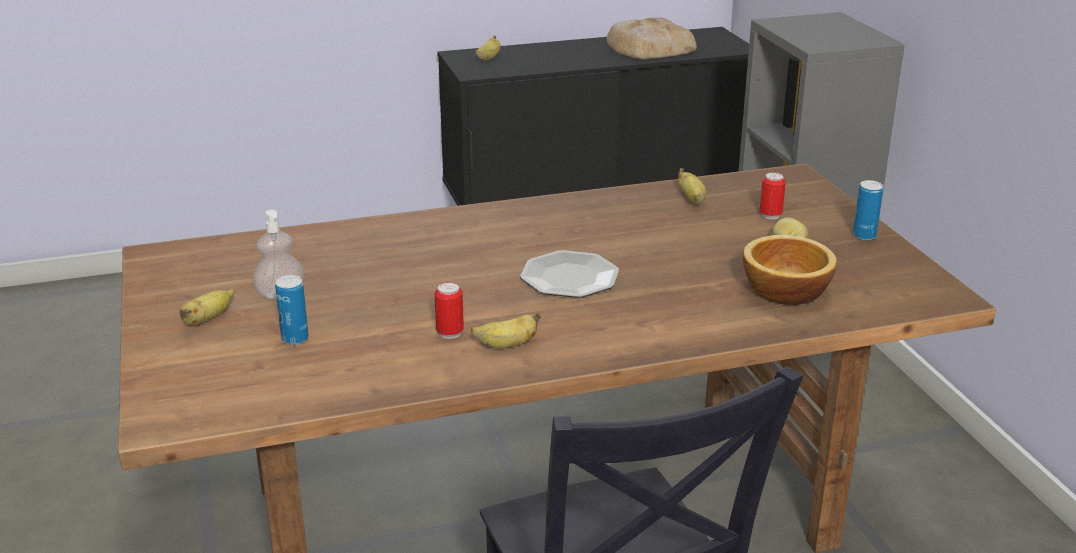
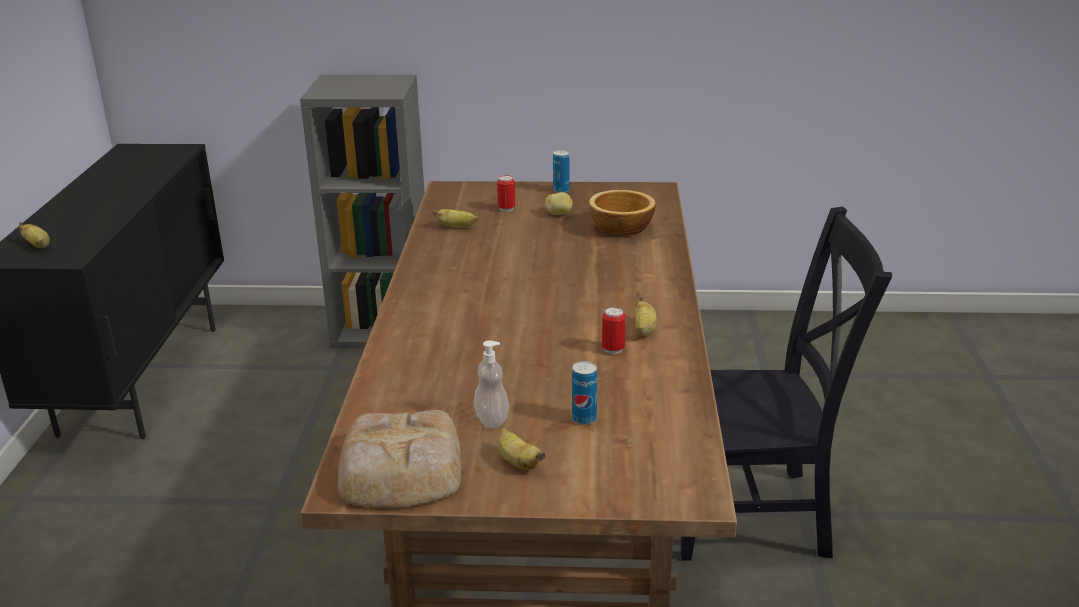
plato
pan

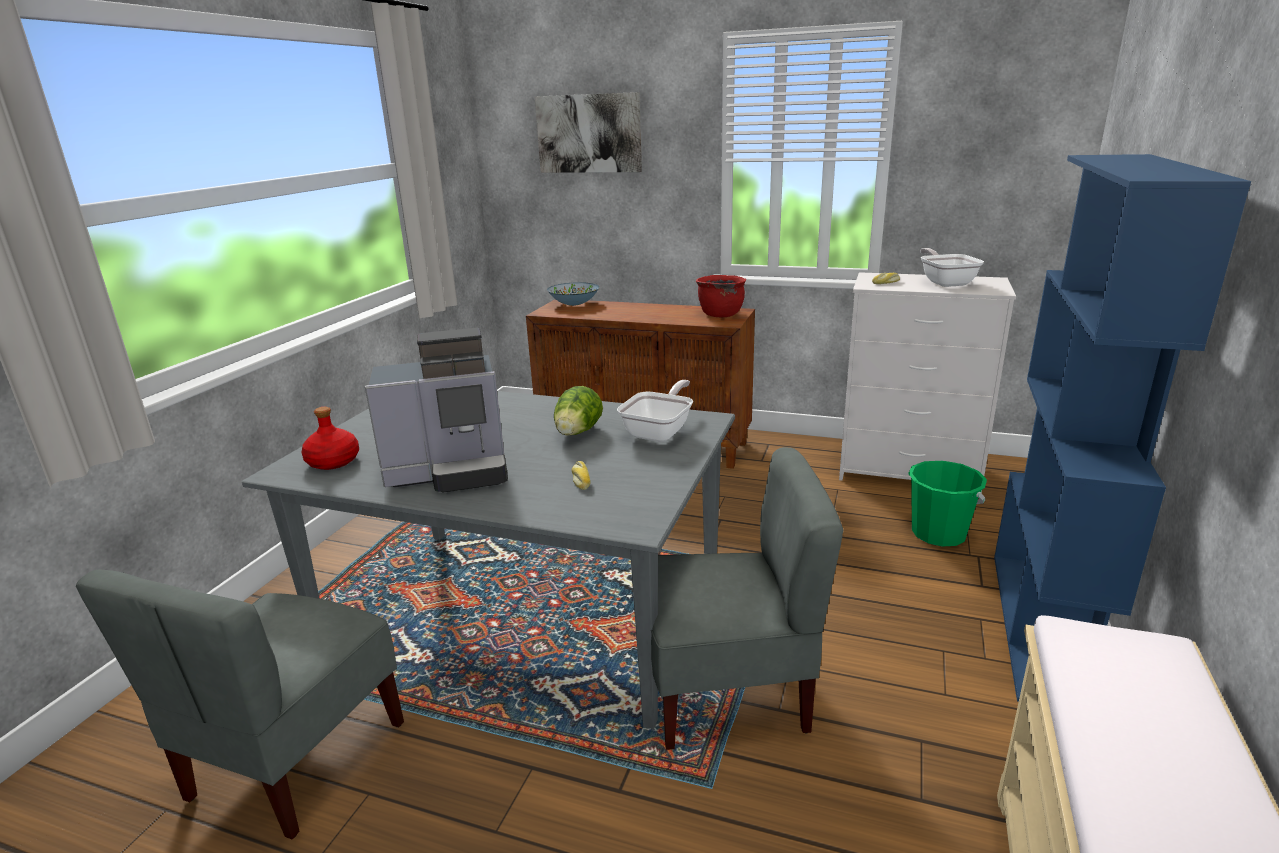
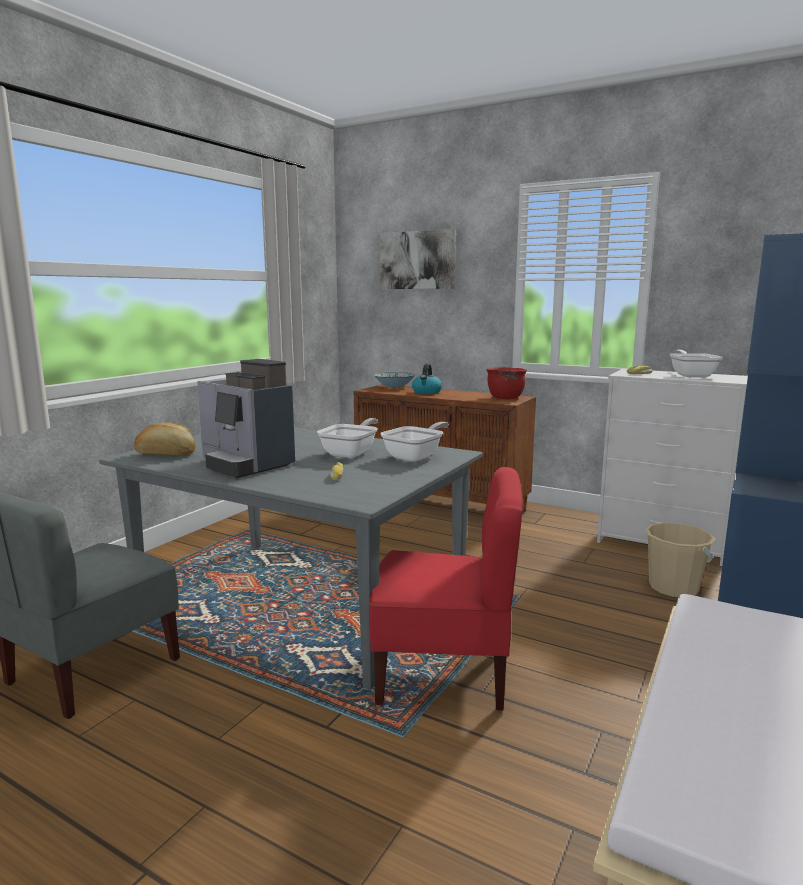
pan (1st from left)
cafetera
sartén (1st from left)
silla [rojo]
cubo [beis]
hervidor

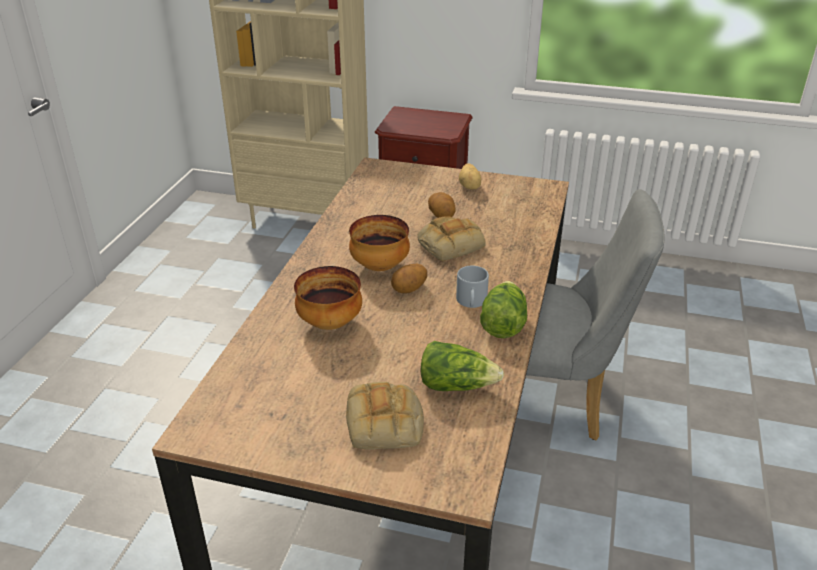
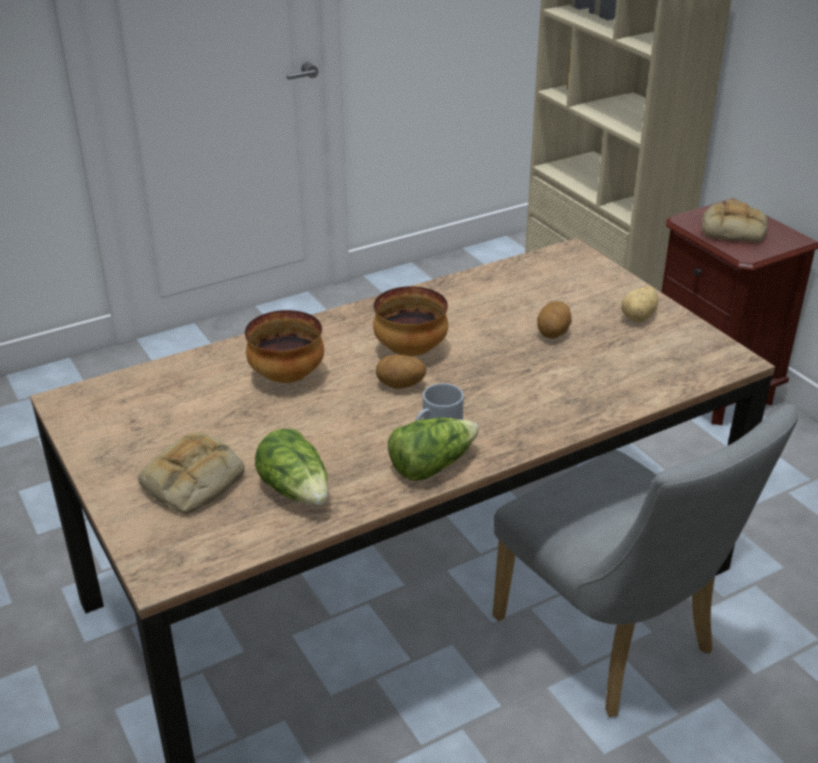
pan (2nd from left)

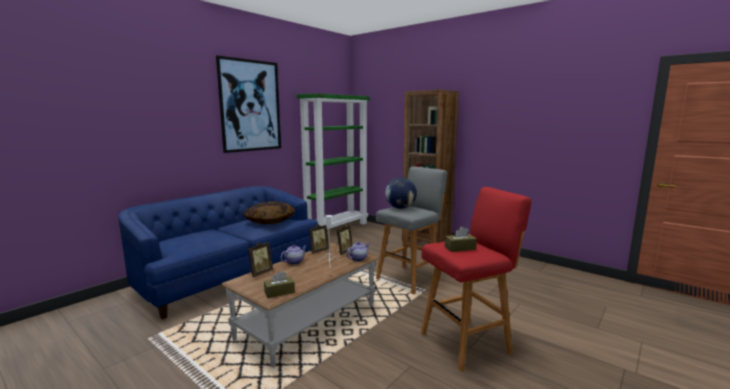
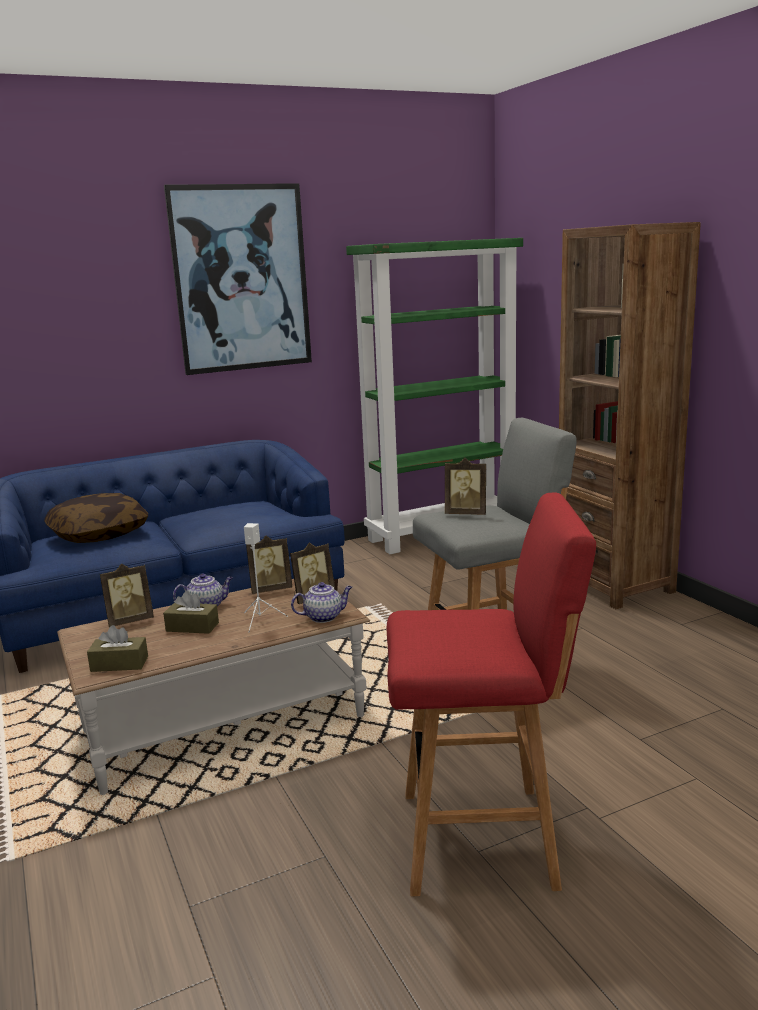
cojín
portarretratos (4th from left)
caja de pañuelos [marrón] (2nd from left)

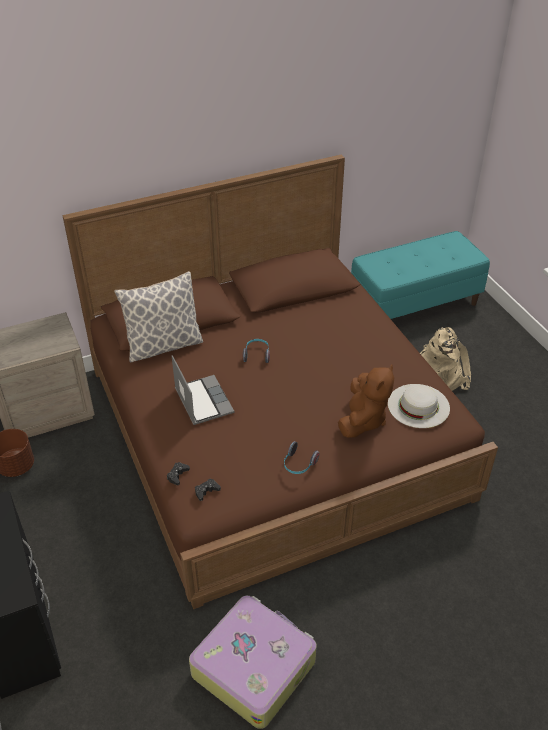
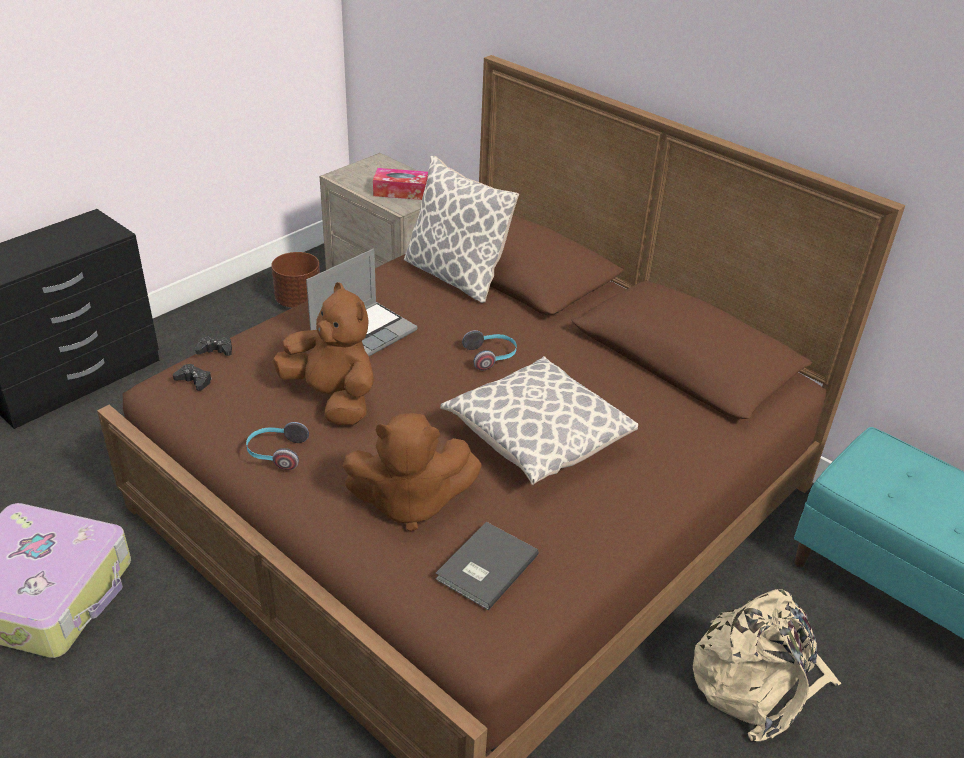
libro [gris]
peluche [marrón] (1st from left)
caja de pañuelos
cojín (2nd from left)

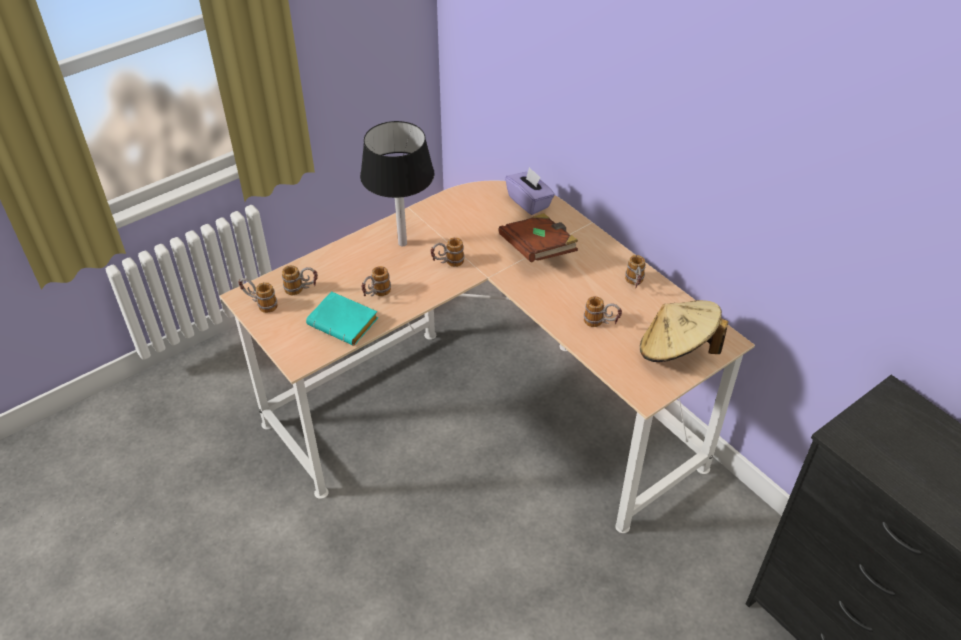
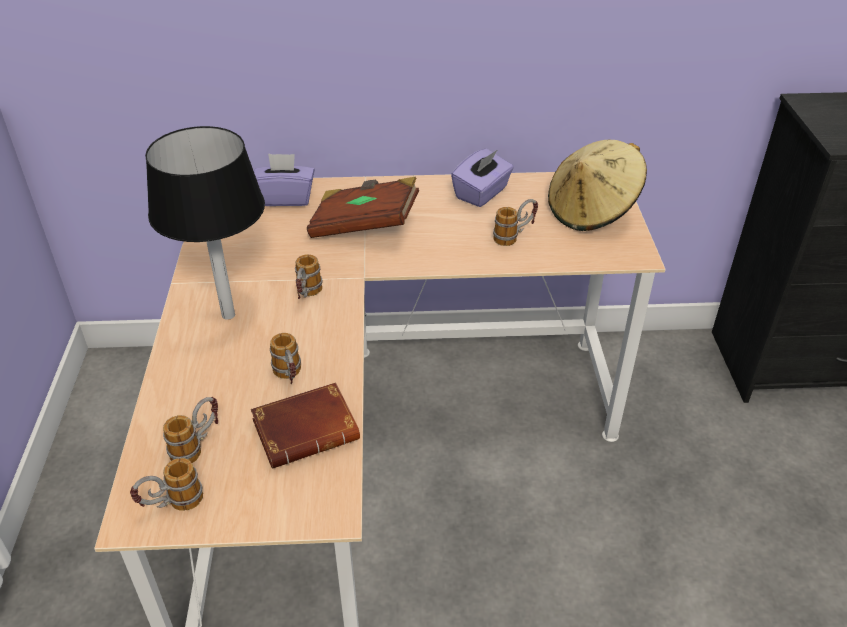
libro [marrón] (1st from left)
caja de pañuelos [morado] (2nd from left)

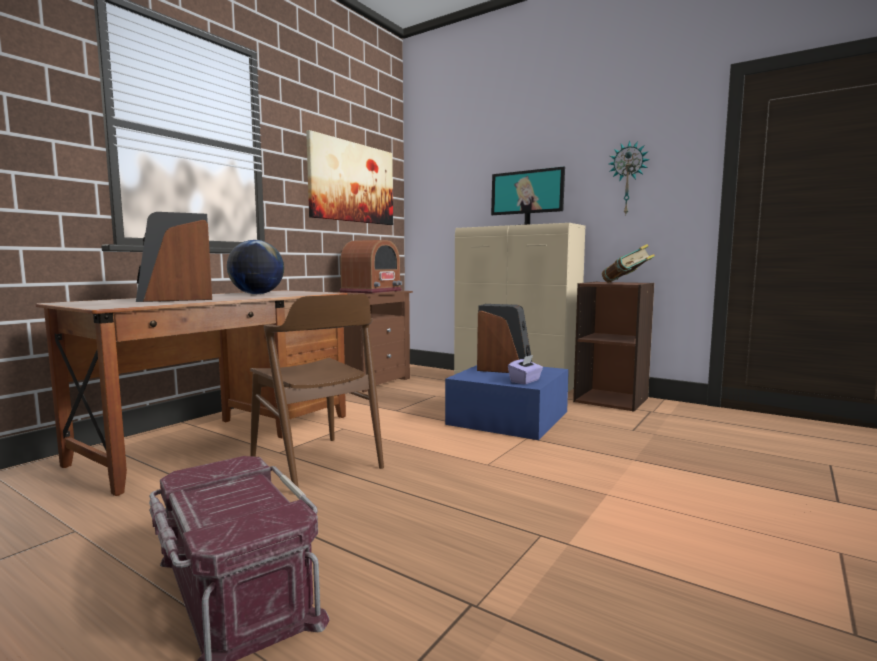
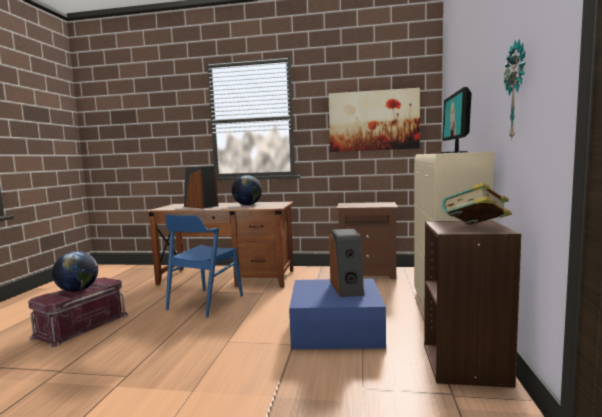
silla [azul]
radio
caja de pañuelos [morado]
globo terráqueo (1st from left)

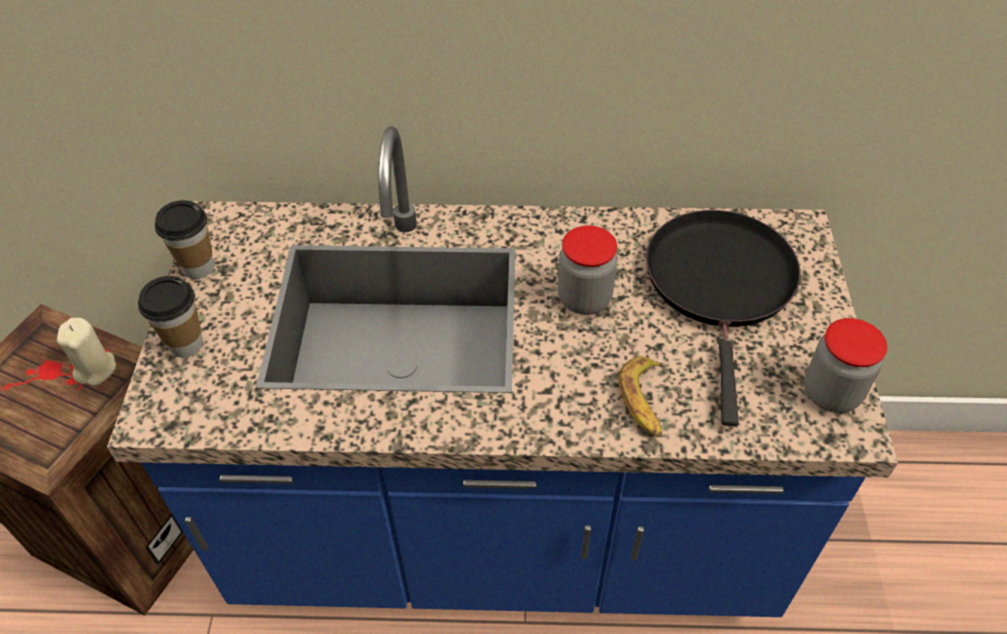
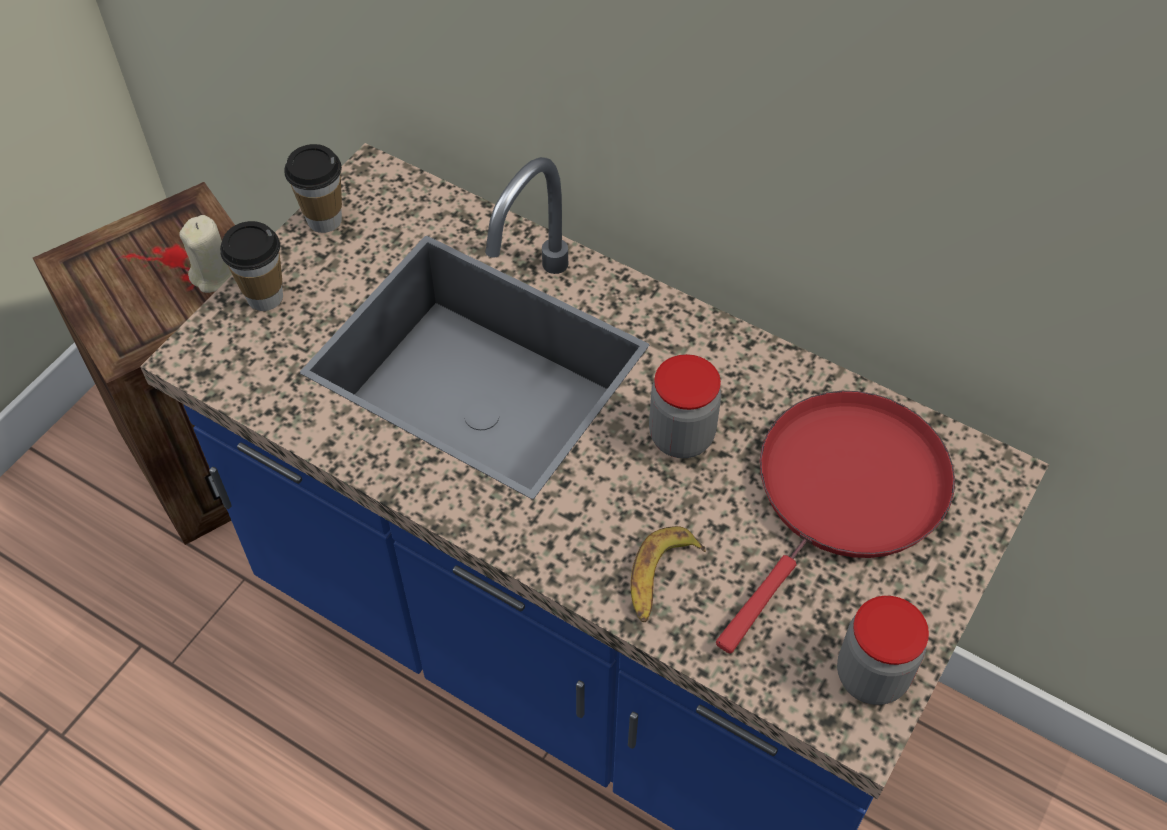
sartén [rojo]

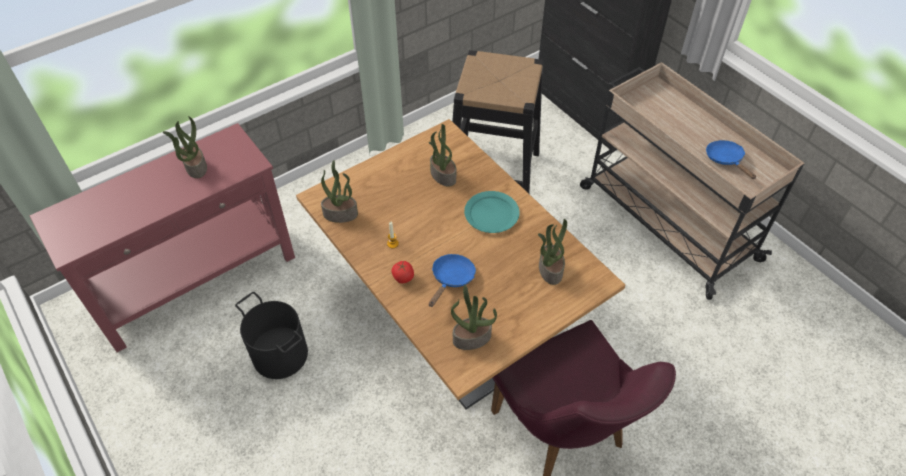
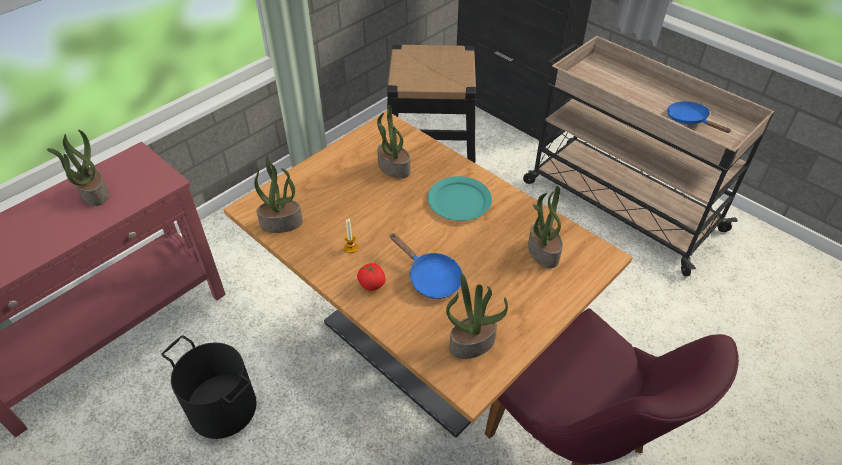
sartén [azul] (1st from left)

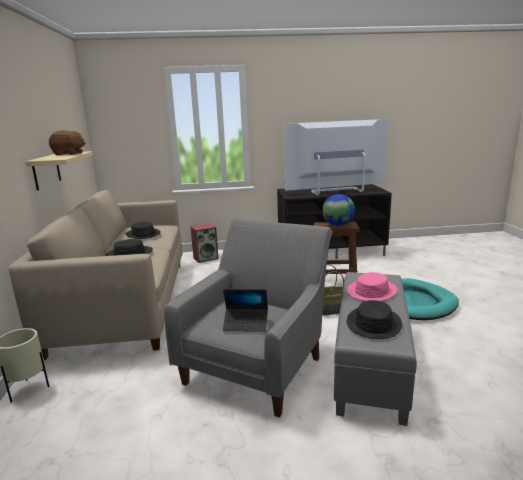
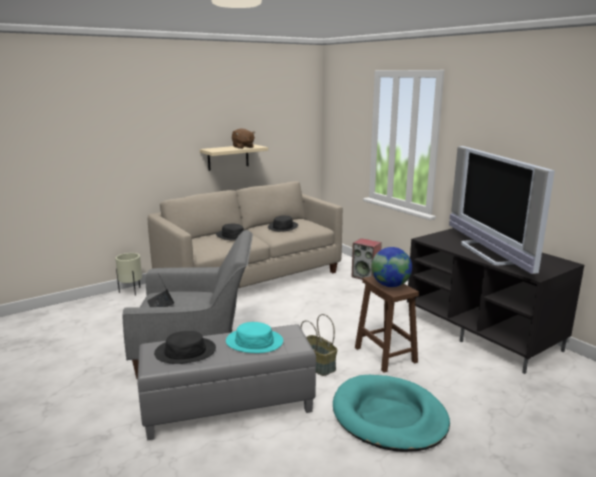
televisor
sombrero [turquesa]

